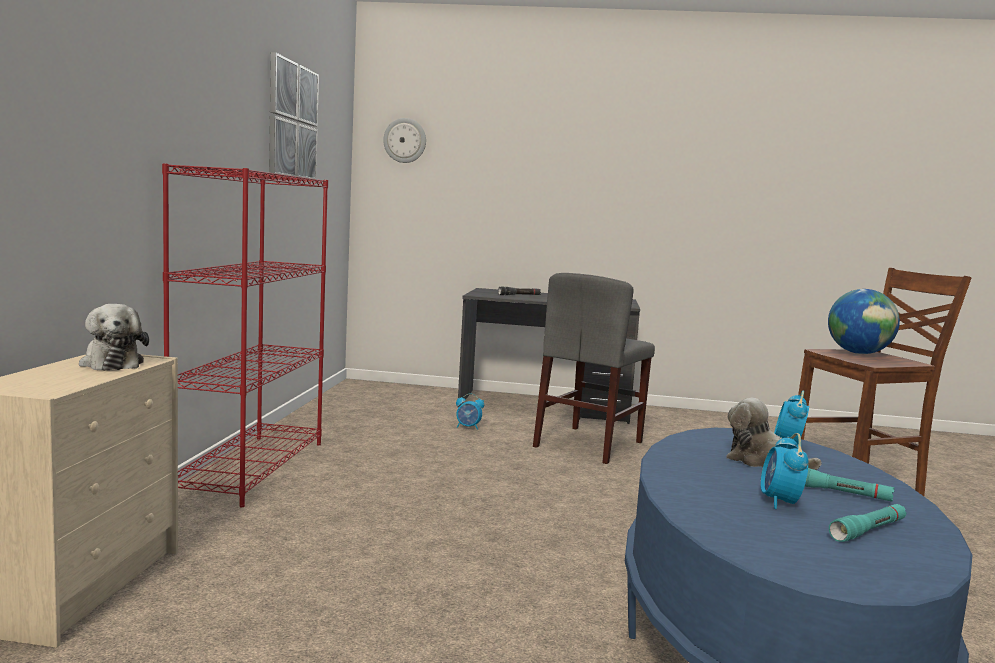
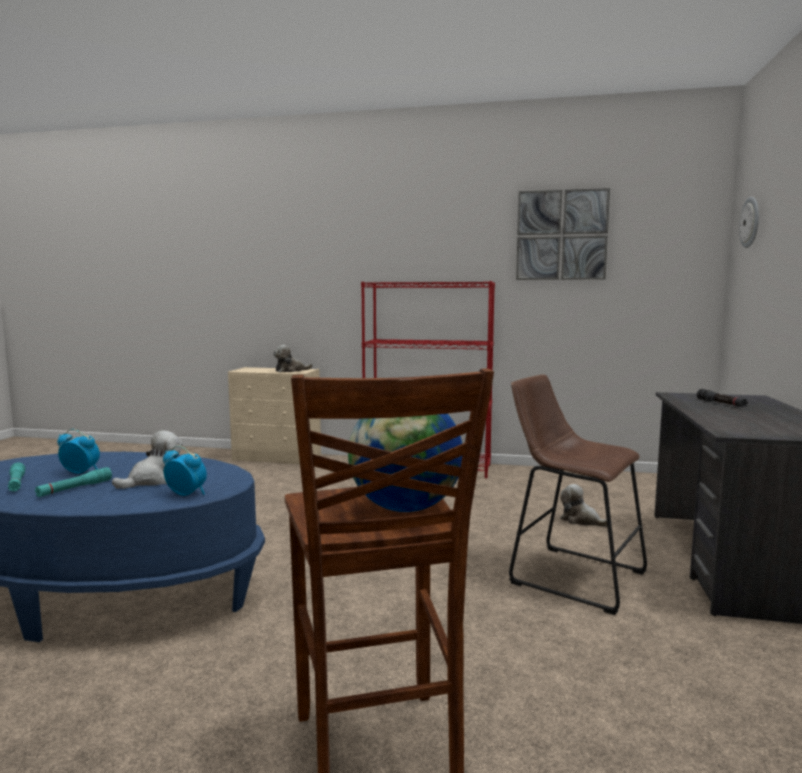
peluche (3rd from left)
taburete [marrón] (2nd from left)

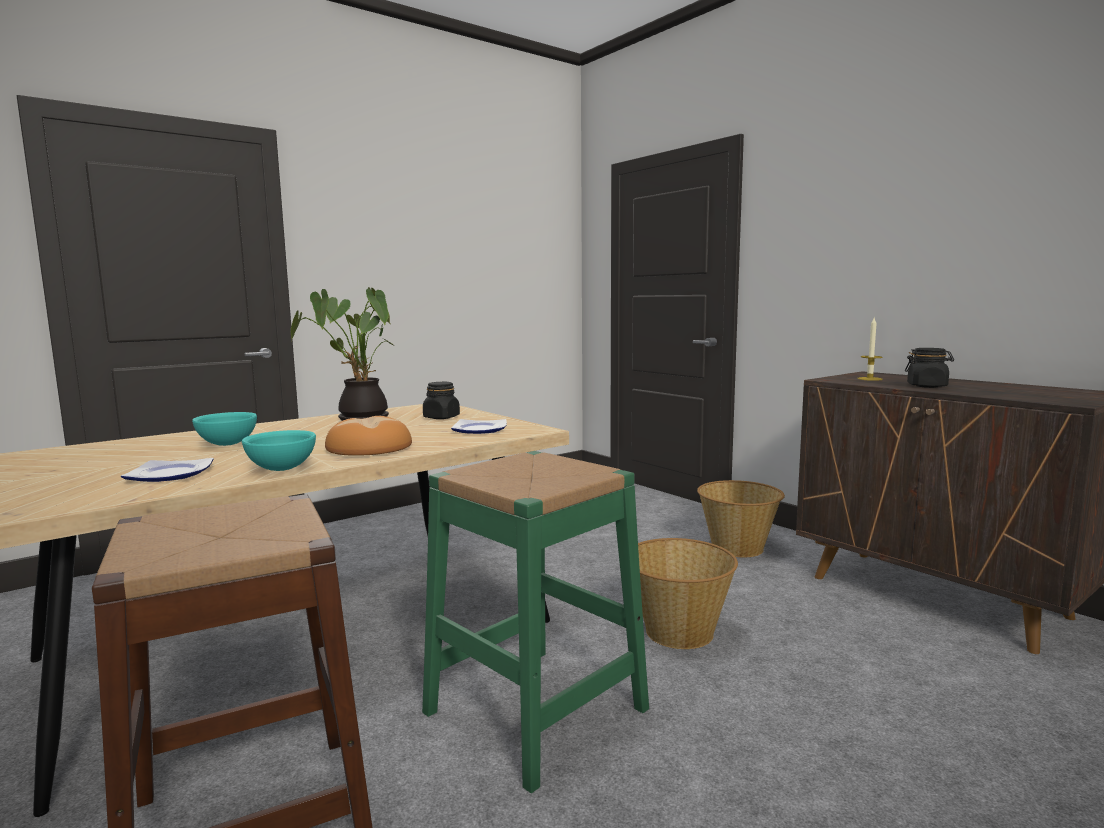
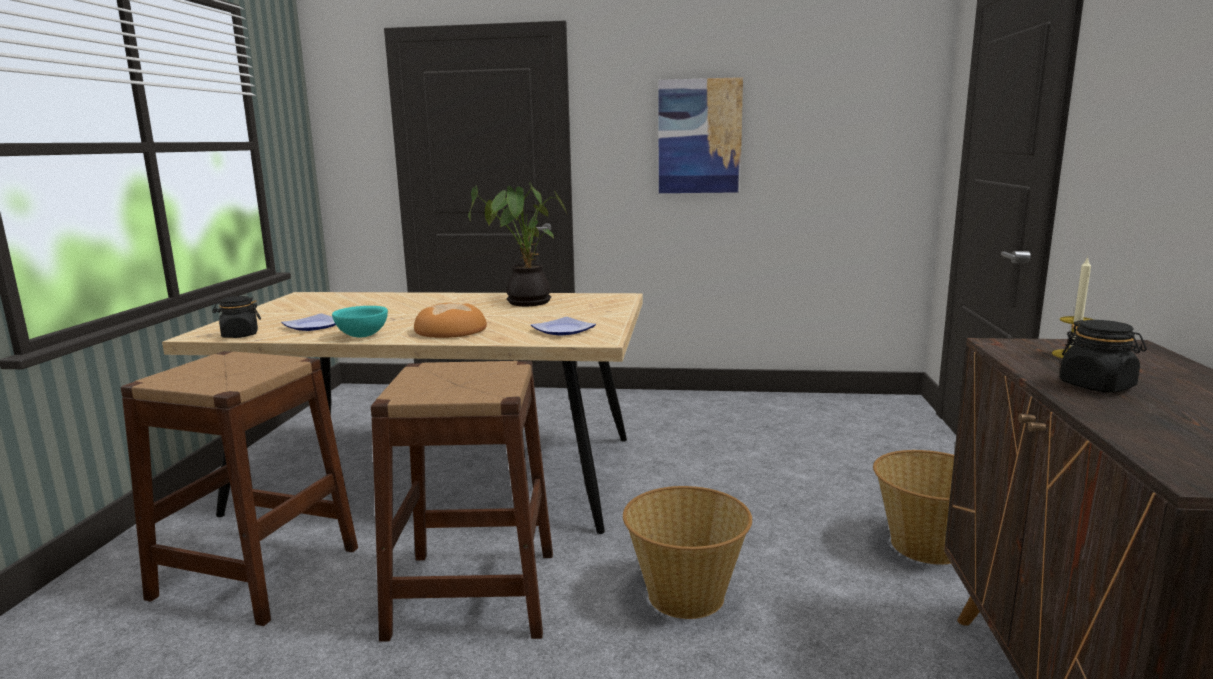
cuenco [turquesa] (1st from left in the first image)
taburete [marrón] (2nd from left)
tarro [negro] (1st from left)
cuadro

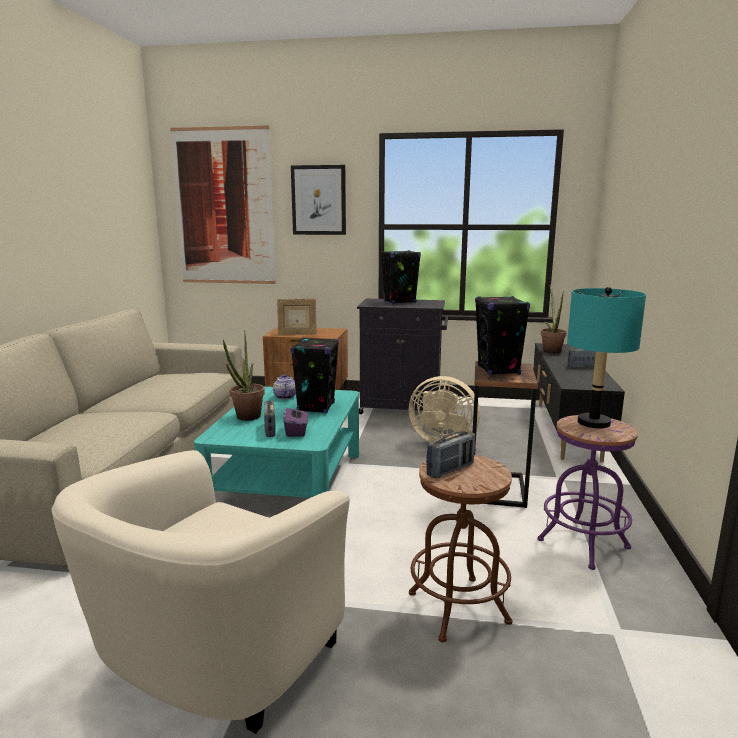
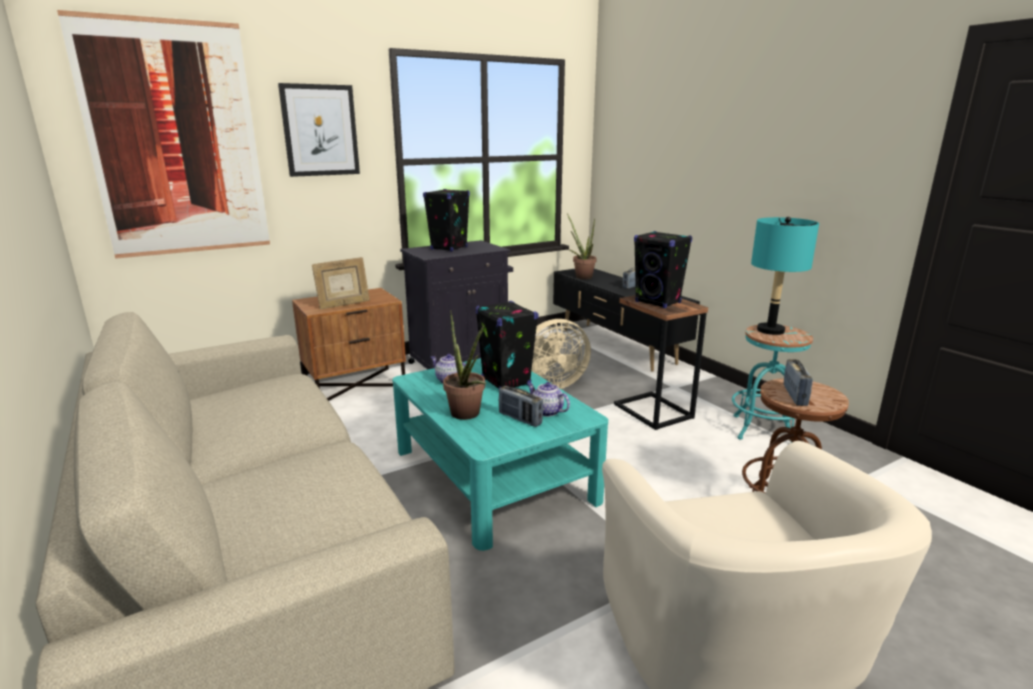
tetera (2nd from left)
taburete [turquesa]

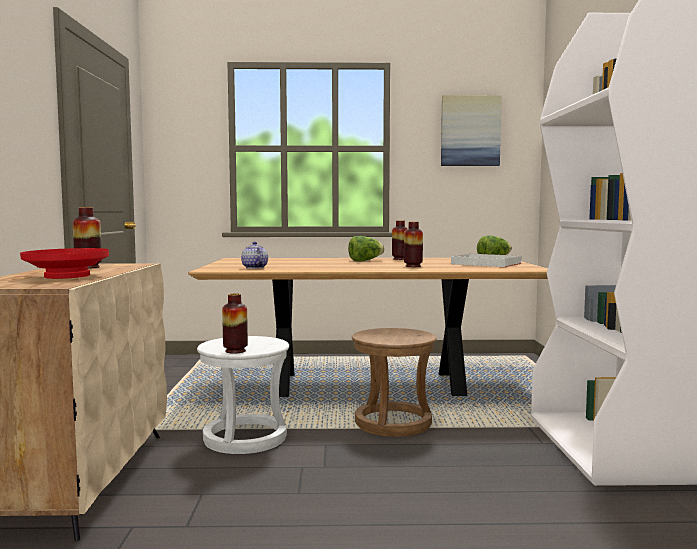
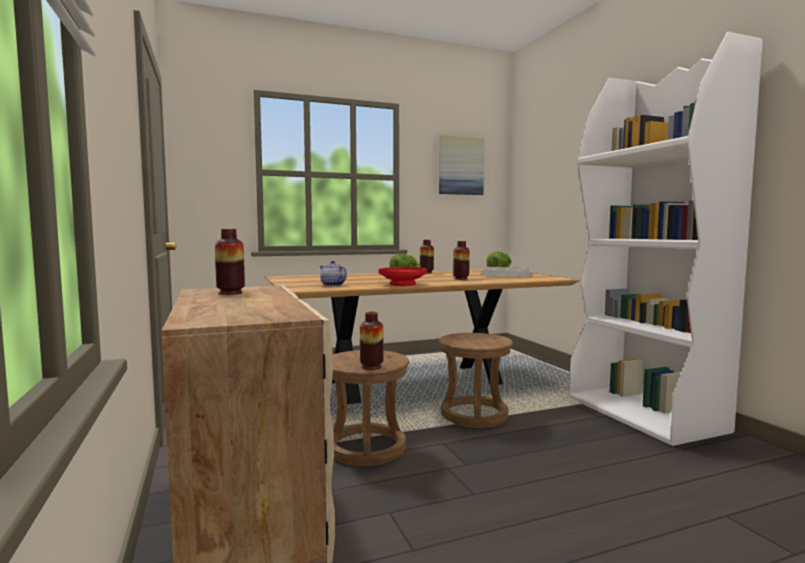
cuenco [rojo]
taburete [marrón] (1st from left)

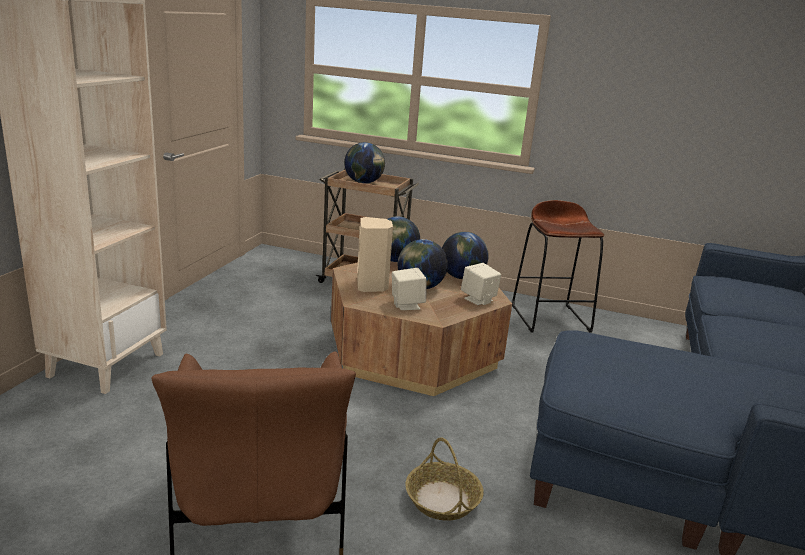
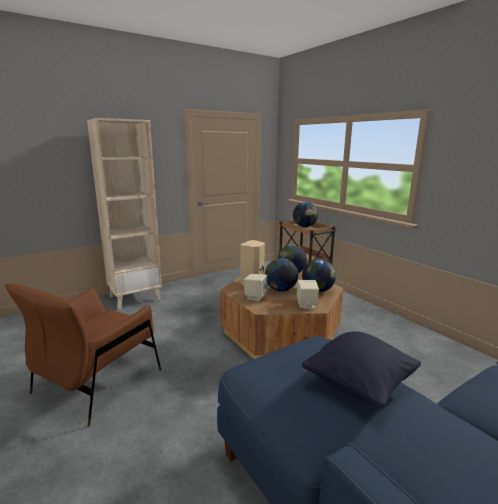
cesta
taburete [marrón]
cojín [negro]

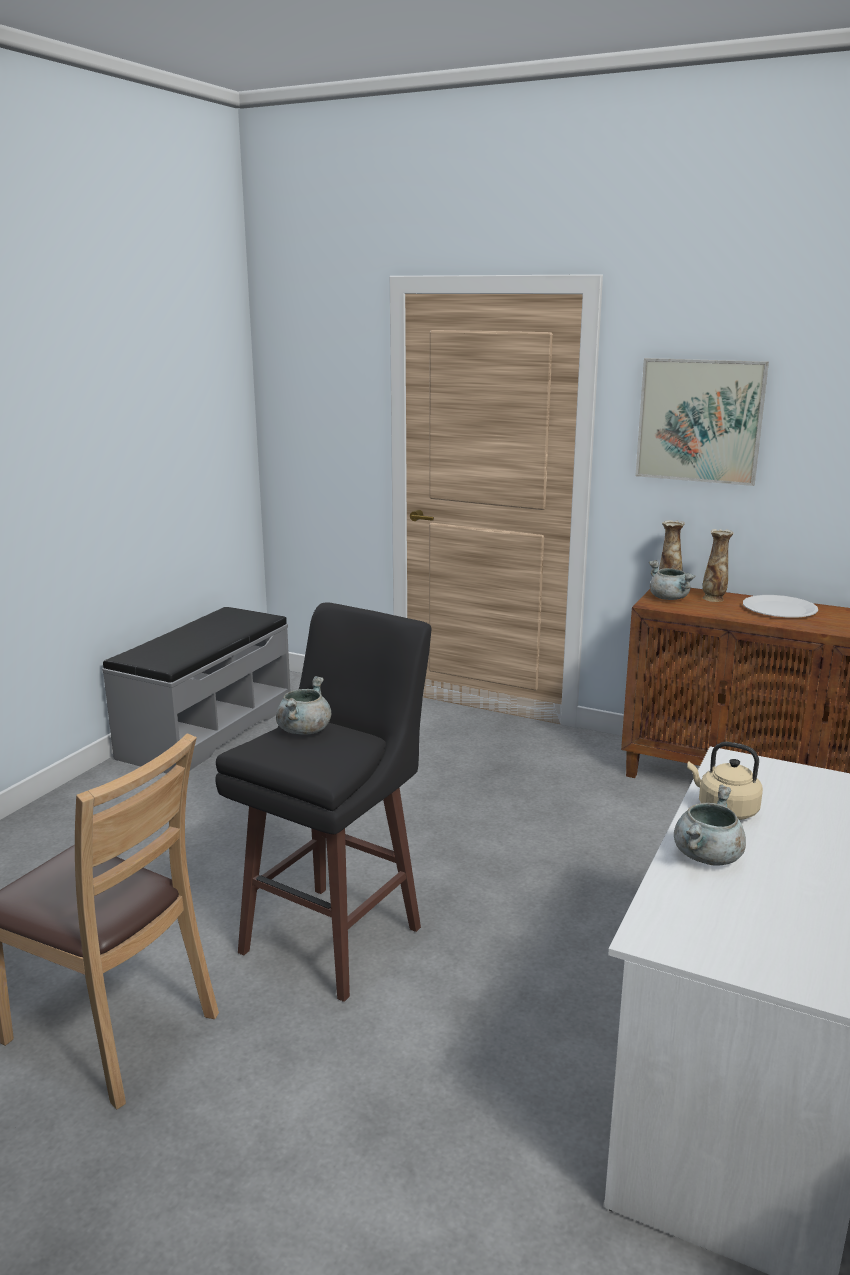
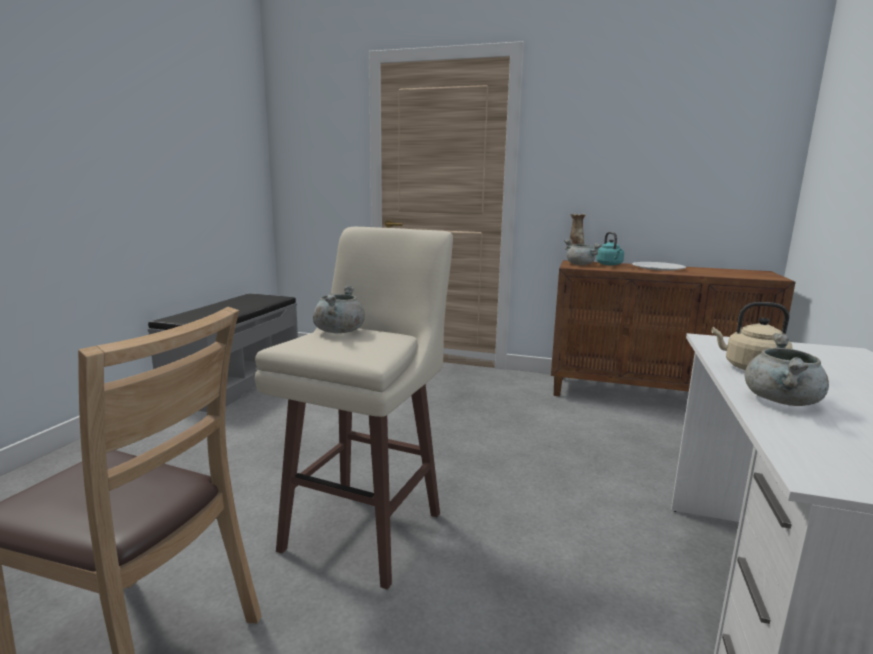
taburete [beis]
cuadro
hervidor [turquesa]

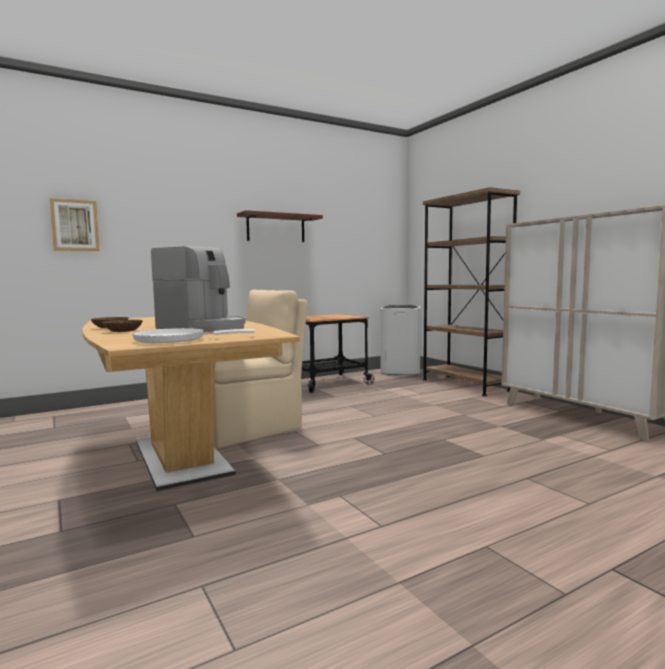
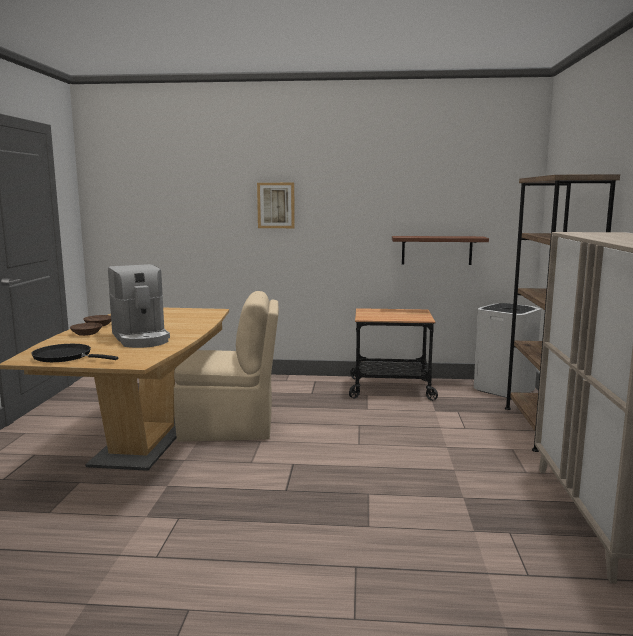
cuadro
sartén [negro]
estante [marrón]

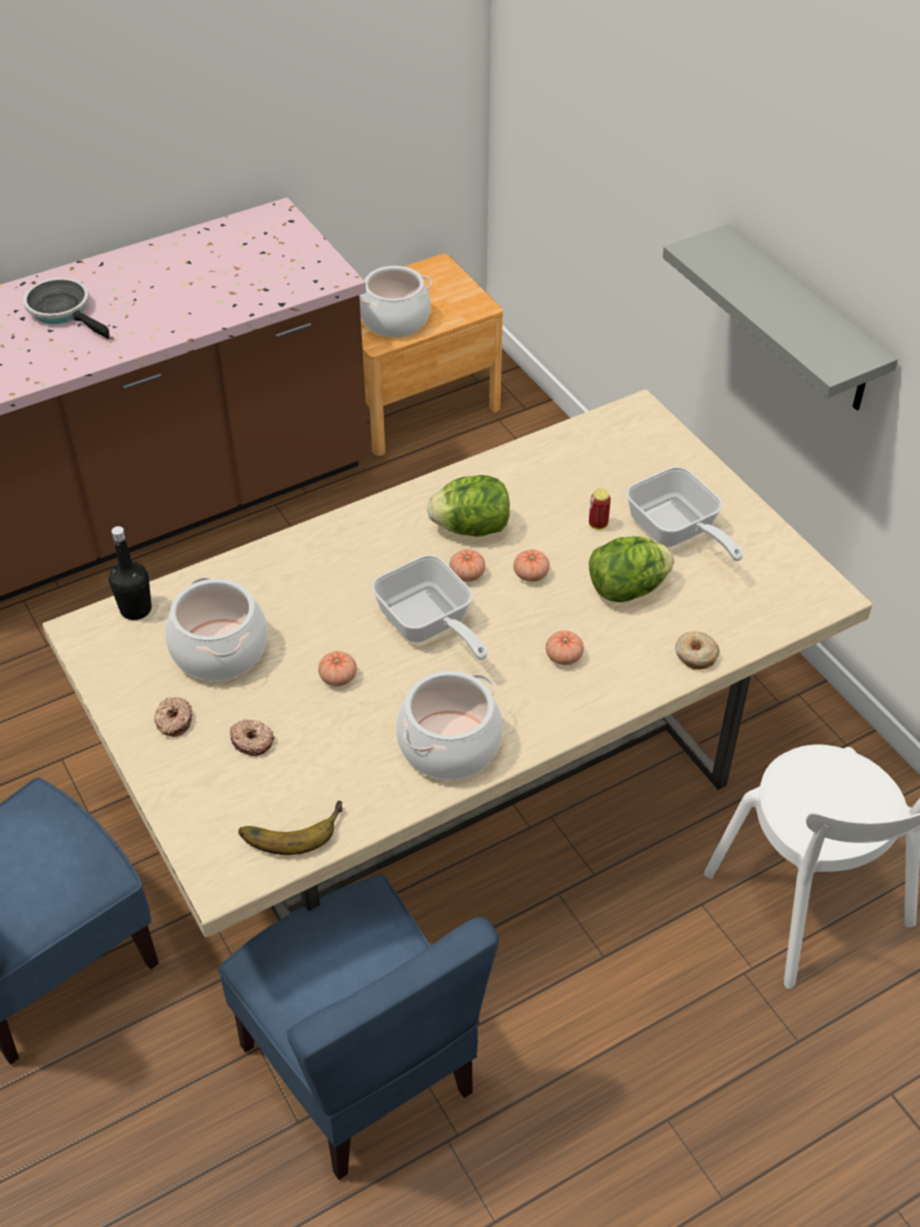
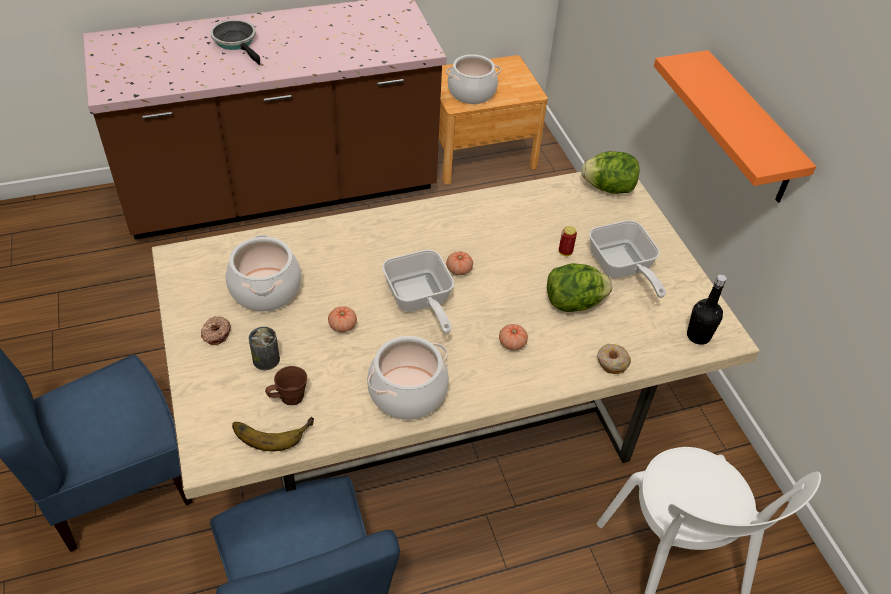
botella [negro]
lata (1st from left)
lechuga (2nd from left)
tomate (3rd from left in the first image)
estante [naranja]
taza grande [marrón]

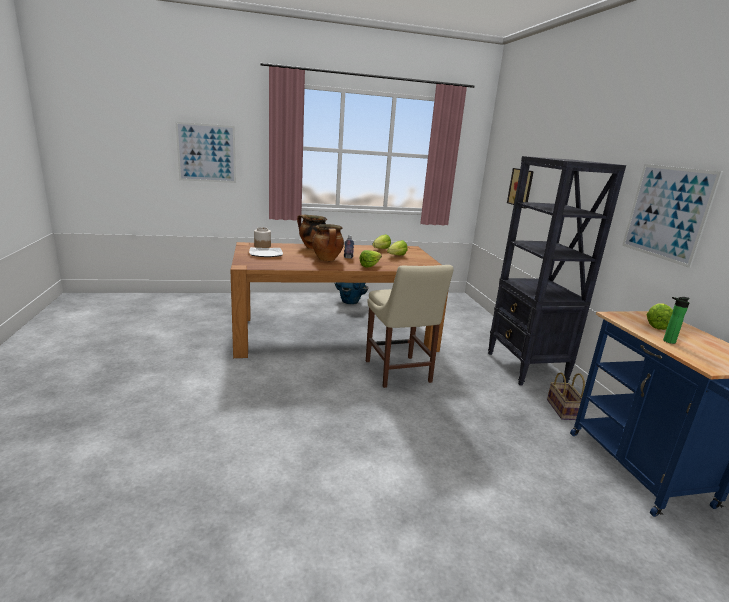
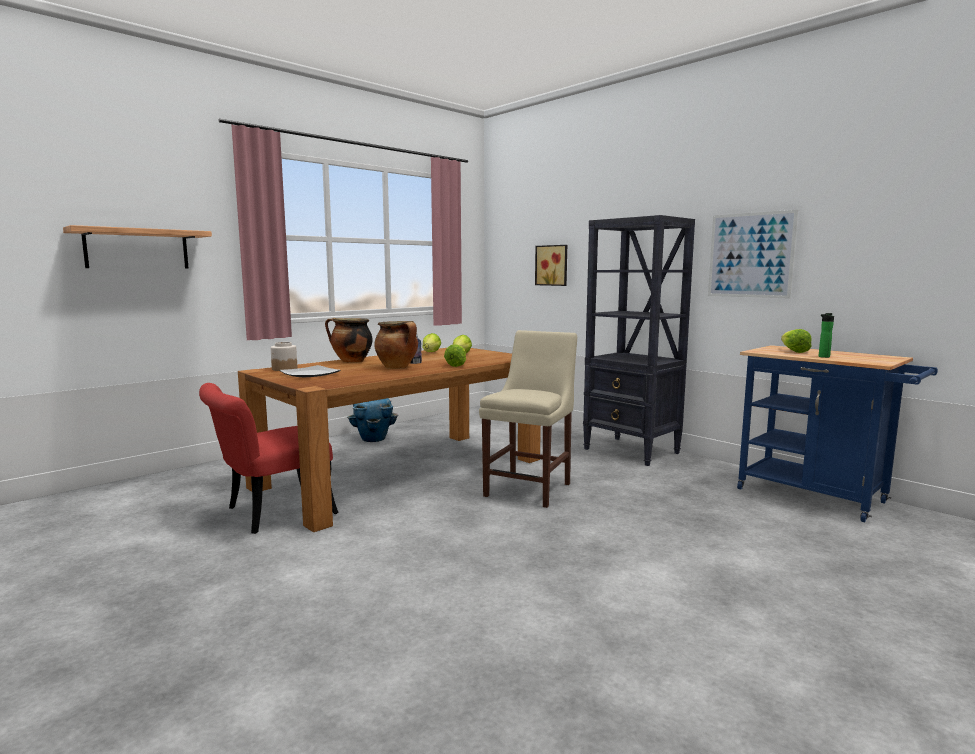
estante
silla [beis]
cesta
silla [rojo]

